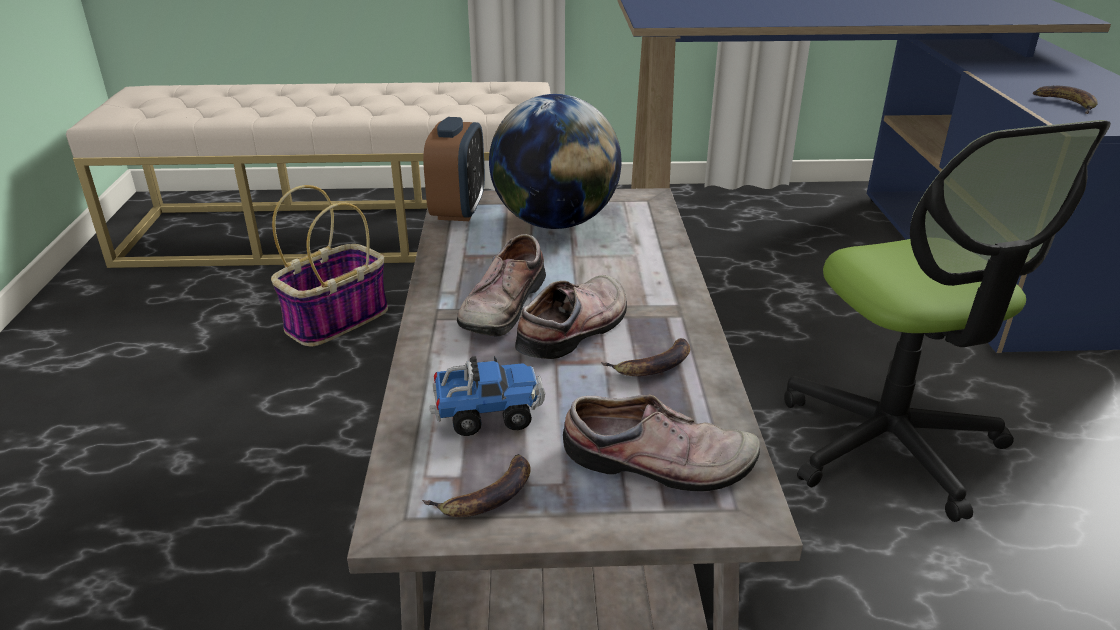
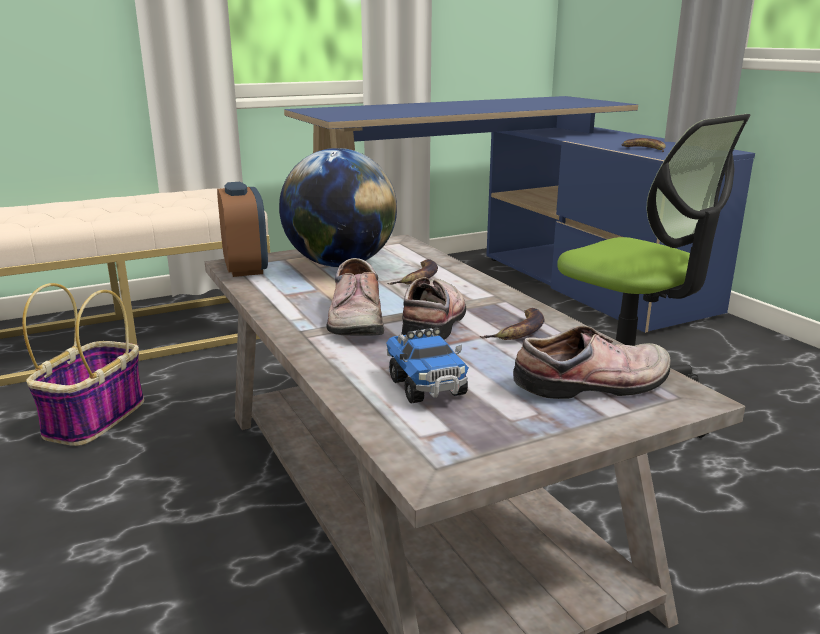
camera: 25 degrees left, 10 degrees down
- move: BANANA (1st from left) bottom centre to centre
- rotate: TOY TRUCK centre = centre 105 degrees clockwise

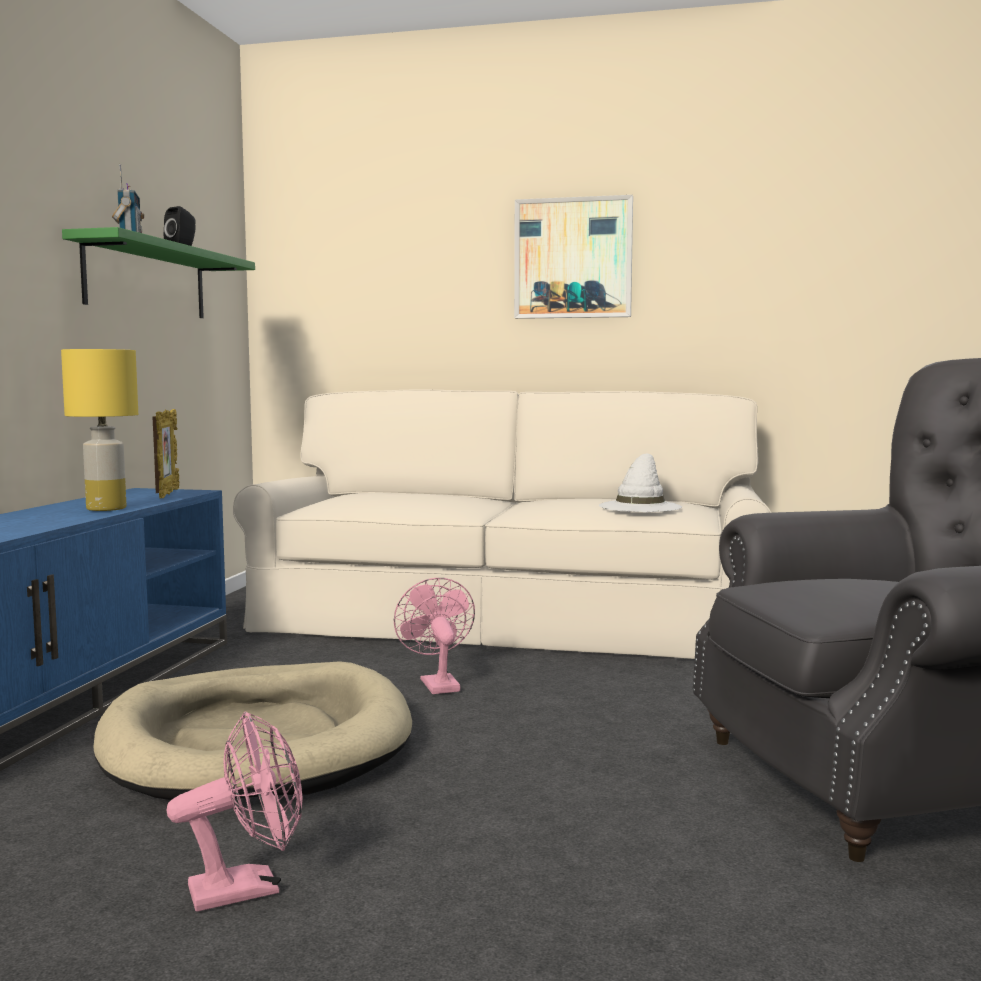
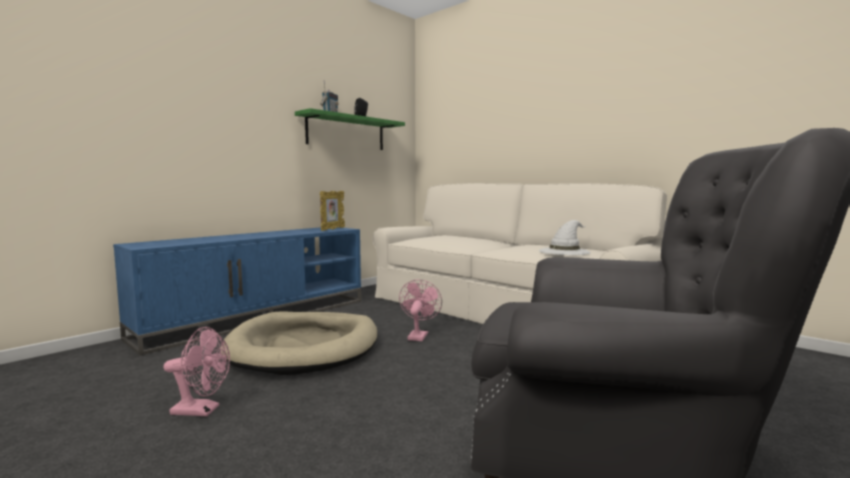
camera: 30 degrees right, 0 degrees up
- delete: YELLOW TABLE LAMP middle left
- delete: PICTURE top centre

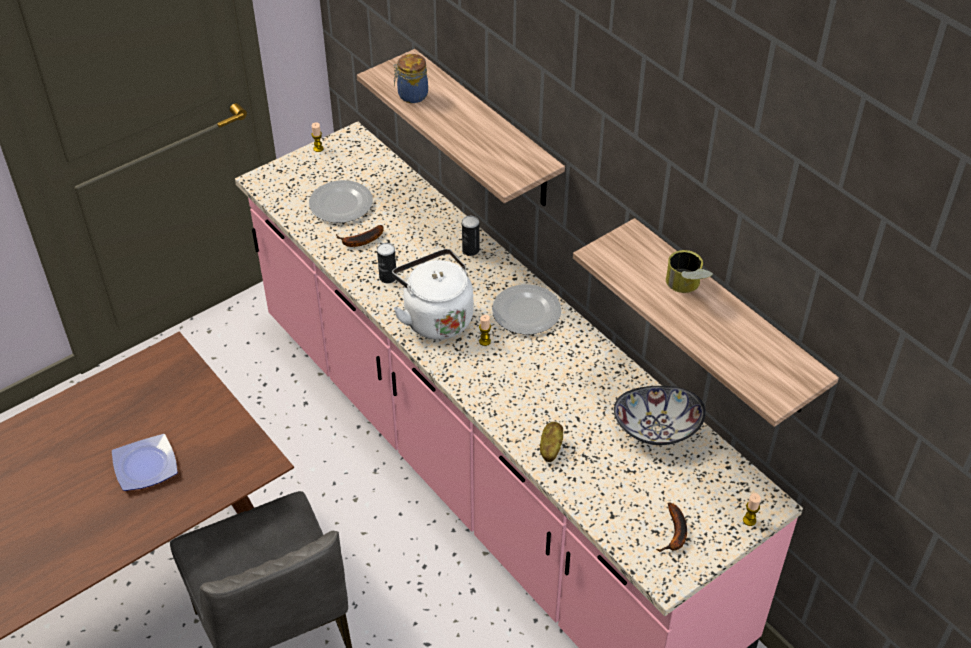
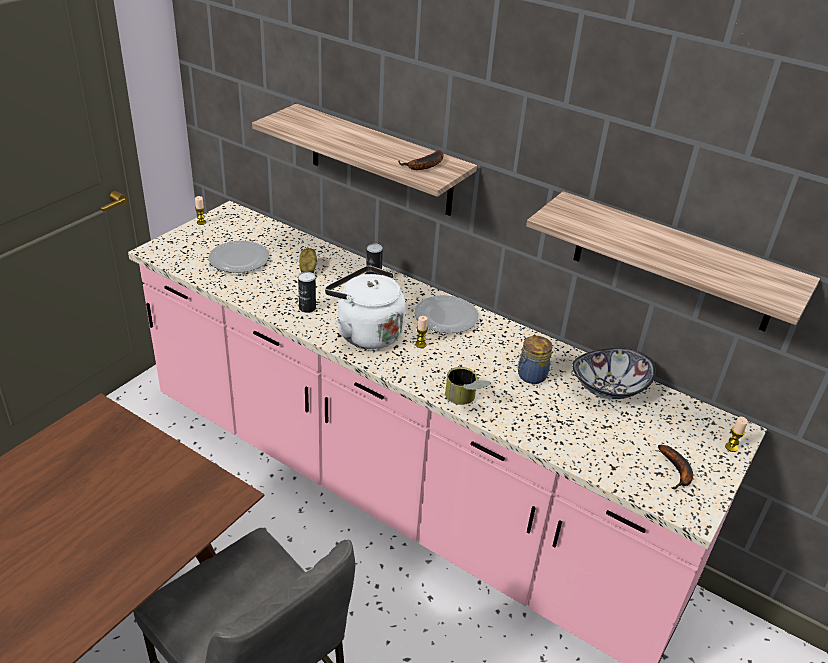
camera: 20 degrees left, 10 degrees down
- delete: PLATE (1st from left) bottom left
- move: BANANA (1st from left) centre to top centre
- move: JAR top centre to centre
- move: POTATO bottom centre to centre
- move: CAN (3rd from left) middle right to centre

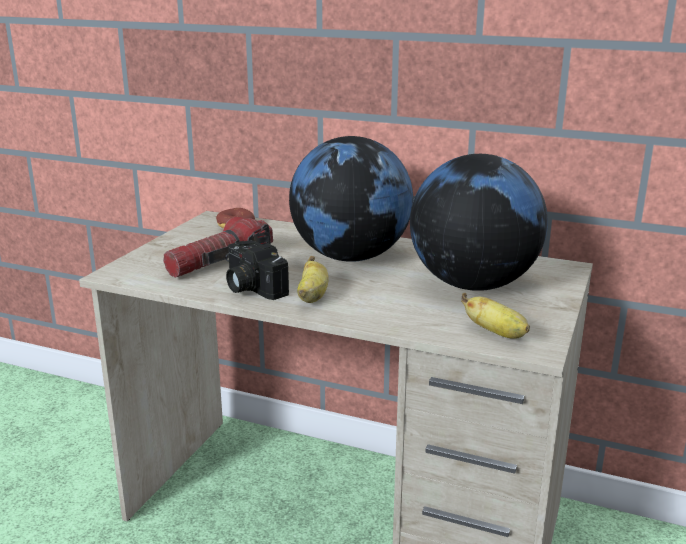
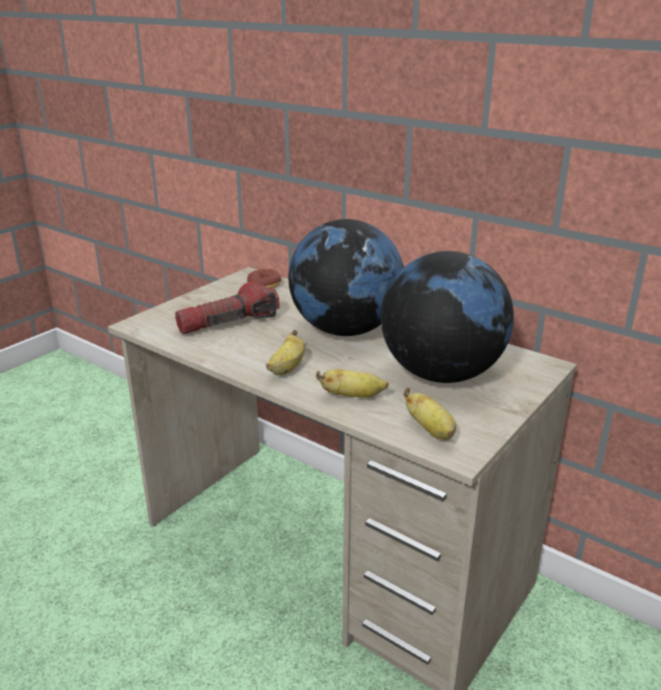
camera: 15 degrees right, 5 degrees up
- delete: PHOTO CAMERA centre
- insert: BANANA (2nd from left) centre

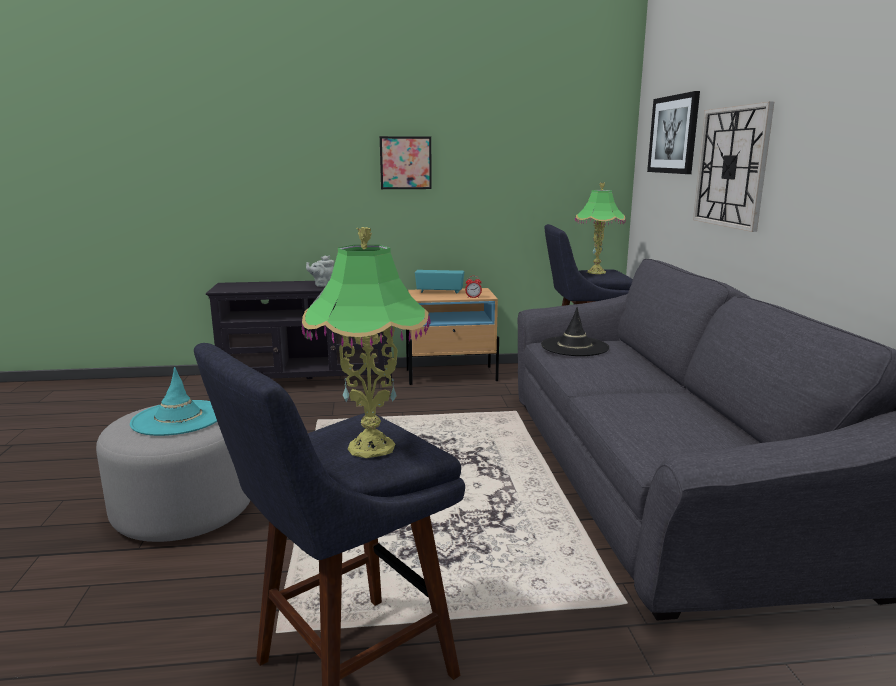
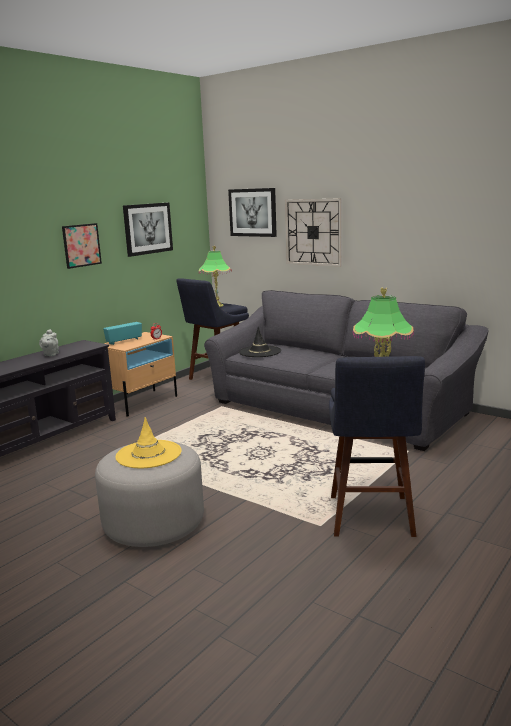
camera: 45 degrees left, 0 degrees up
- recolor: TURQUOISE HAT middle left to YELLOW HAT middle left
- insert: PICTURE (2nd from left) top left

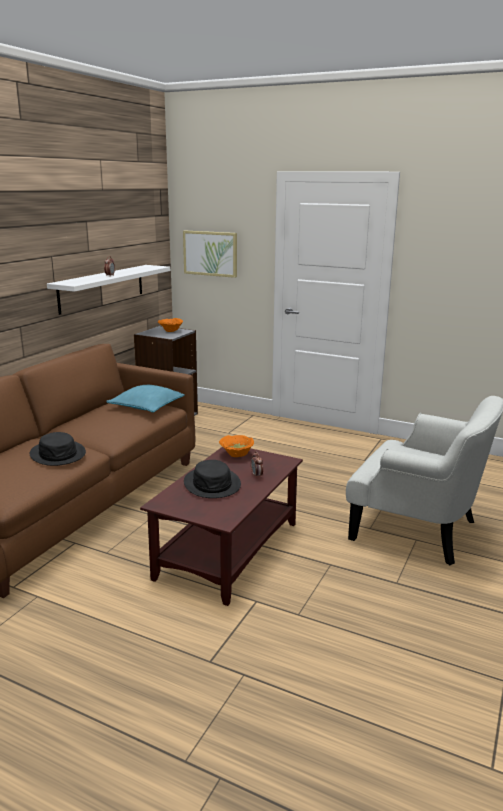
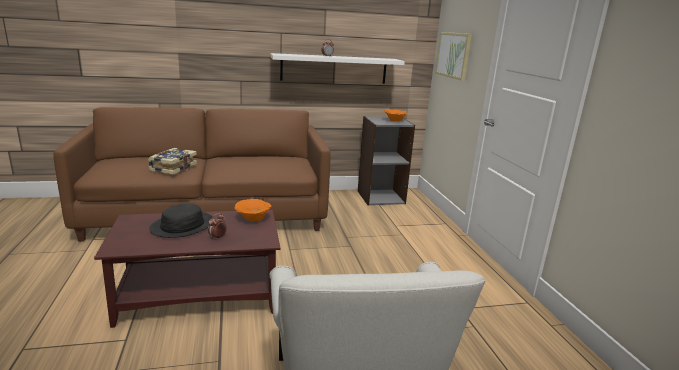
camera: 50 degrees right, 0 degrees up
- replace: BLACK HAT (1st from left) middle left to BOOK middle left
- delete: TURQUOISE PILLOW middle left

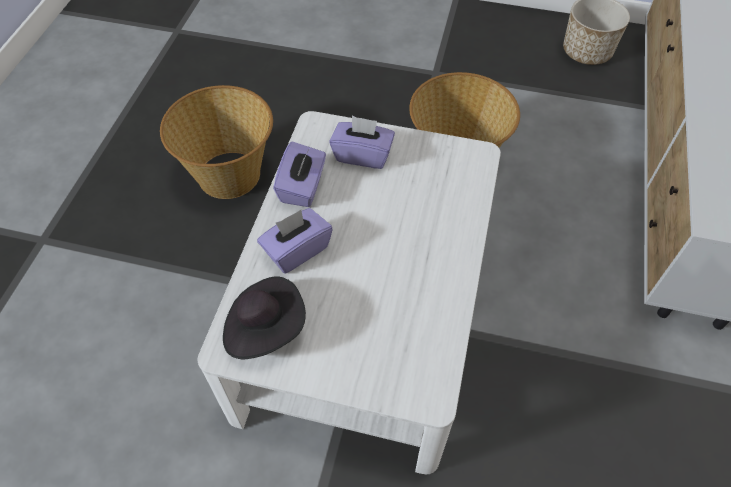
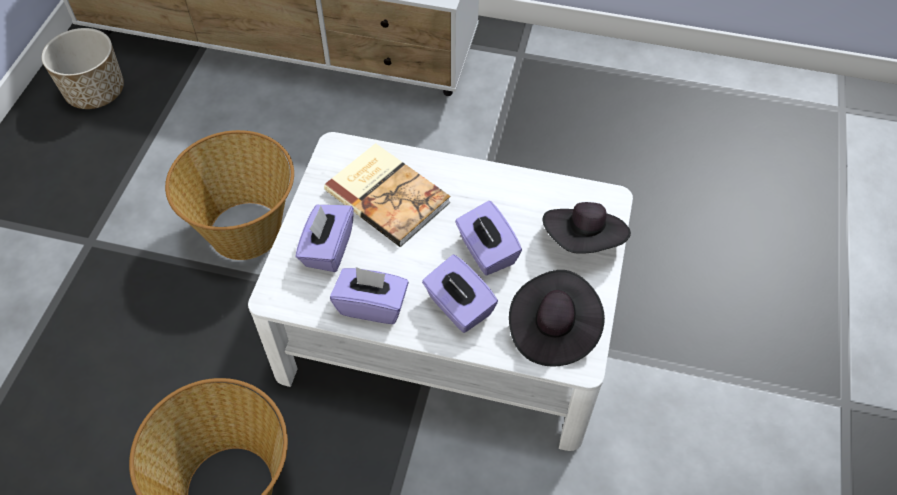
camera: 90 degrees left, 0 degrees up
- insert: BOOK centre
- insert: PURPLE TISSUE BOX (4th from left) centre
- insert: BLACK HAT (2nd from left) centre

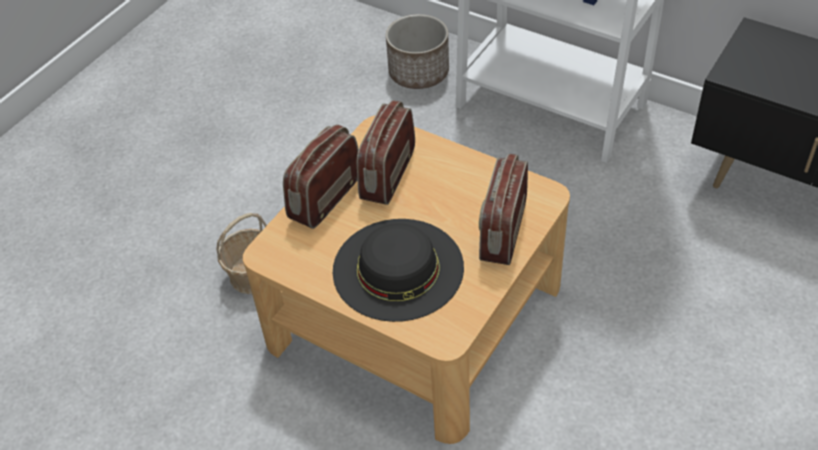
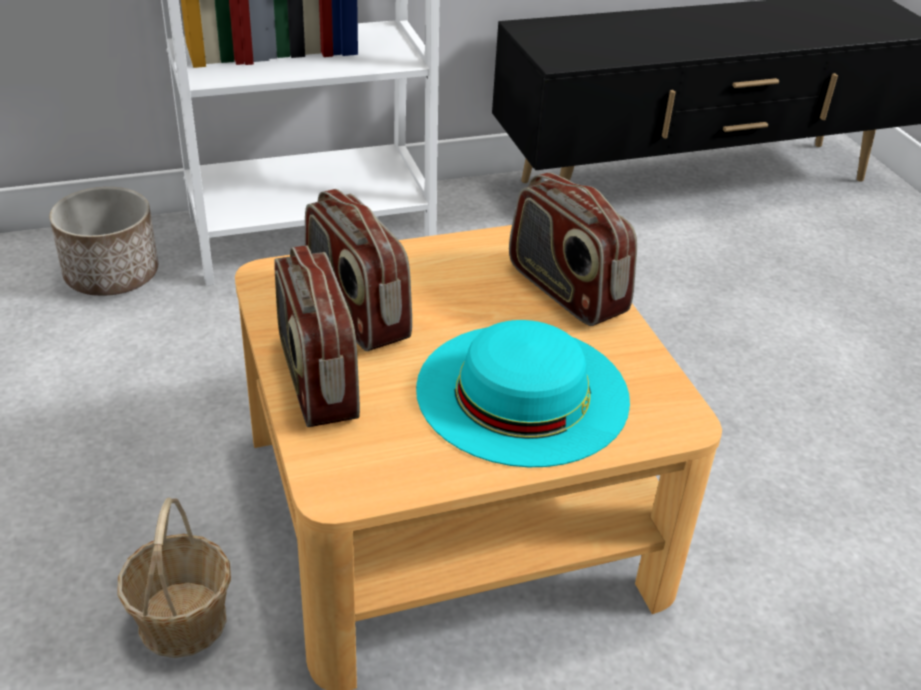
camera: 55 degrees left, 10 degrees down
- recolor: BLACK HAT centre to TURQUOISE HAT centre

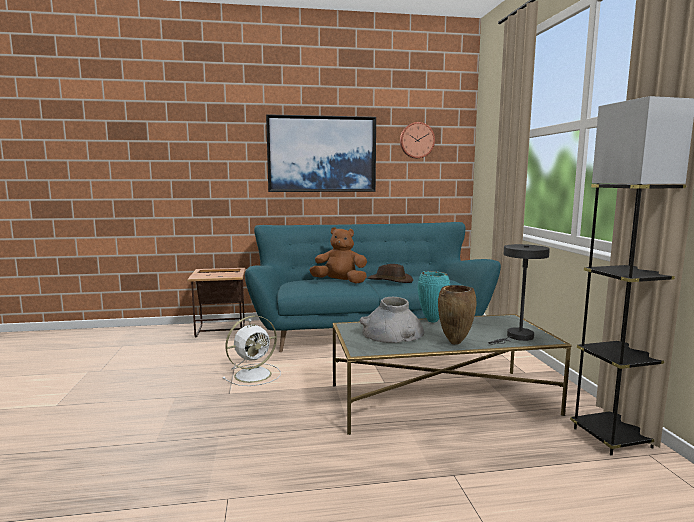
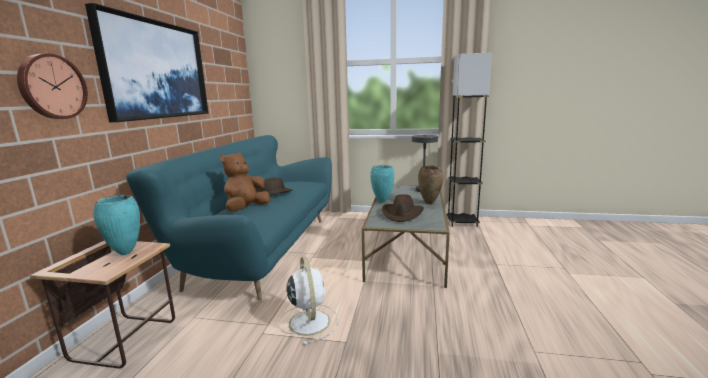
camera: 70 degrees left, 5 degrees up
- replace: GREY VASE centre to BROWN HAT (2nd from left) centre
- move: WALL CLOCK top centre to top left
- insert: TURQUOISE VASE (1st from left) middle left

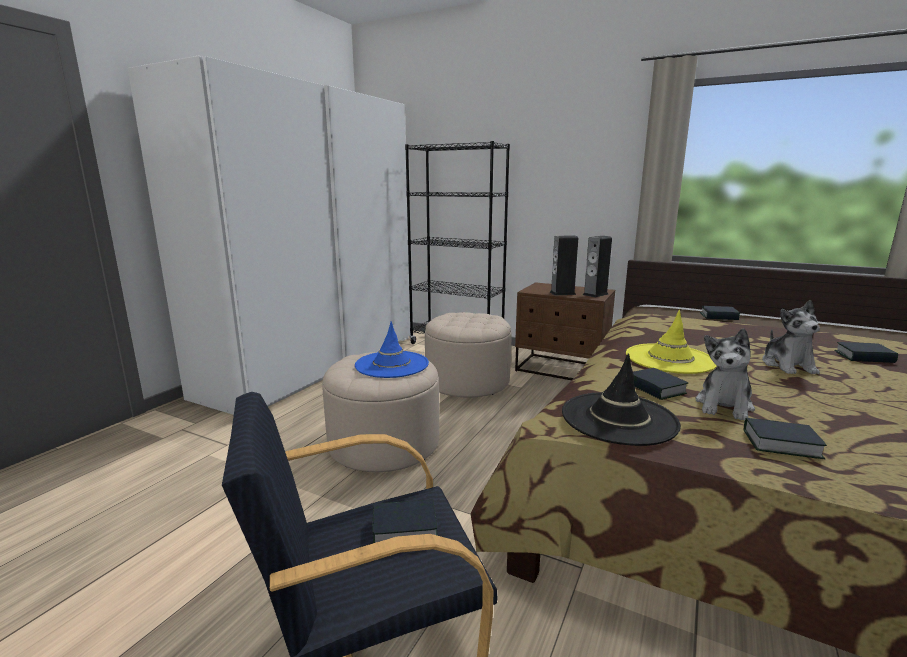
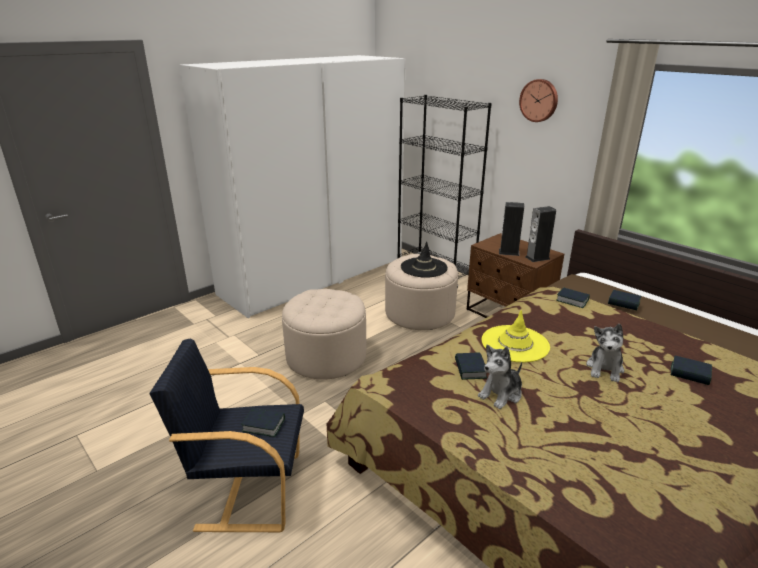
camera: 20 degrees right, 10 degrees up
- delete: BLUE HAT centre
- move: BLACK HAT middle right to centre
- move: BOOK (4th from left in the first image) bottom right to BOOK (3rd from left) middle right
- insert: WALL CLOCK top right

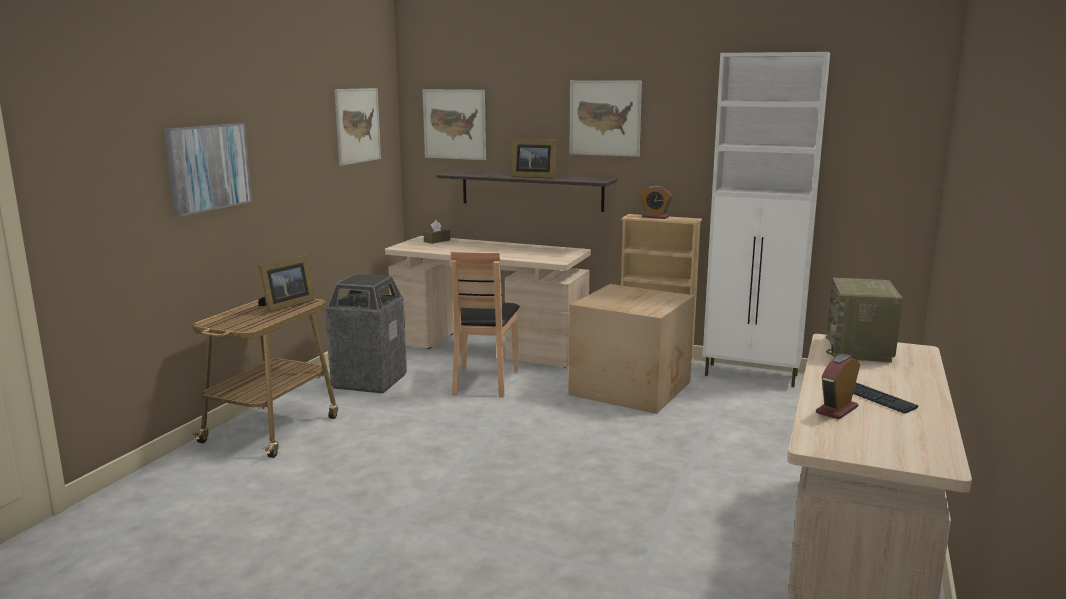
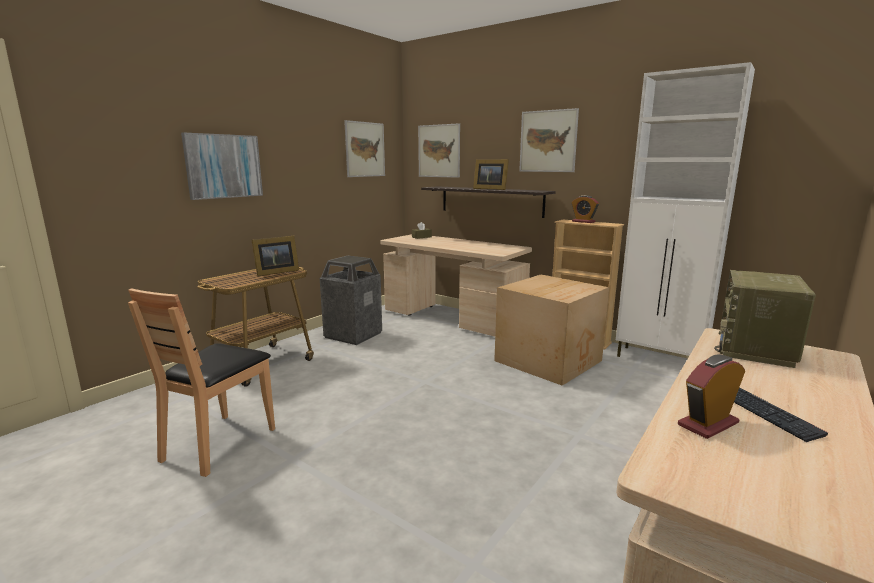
camera: 15 degrees right, 0 degrees up
- move: BROWN CHAIR centre to middle left

